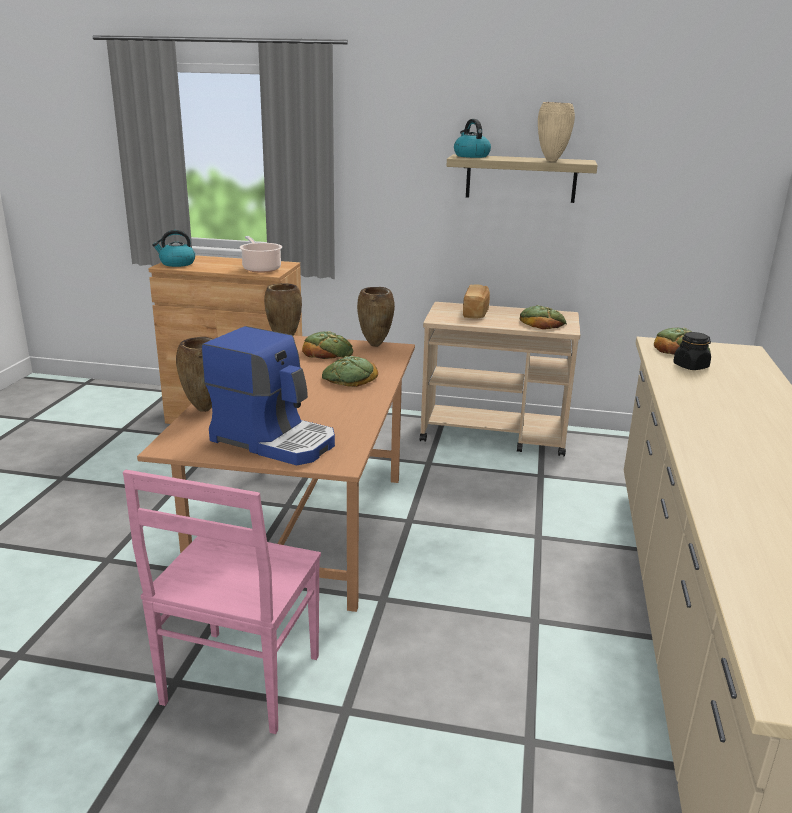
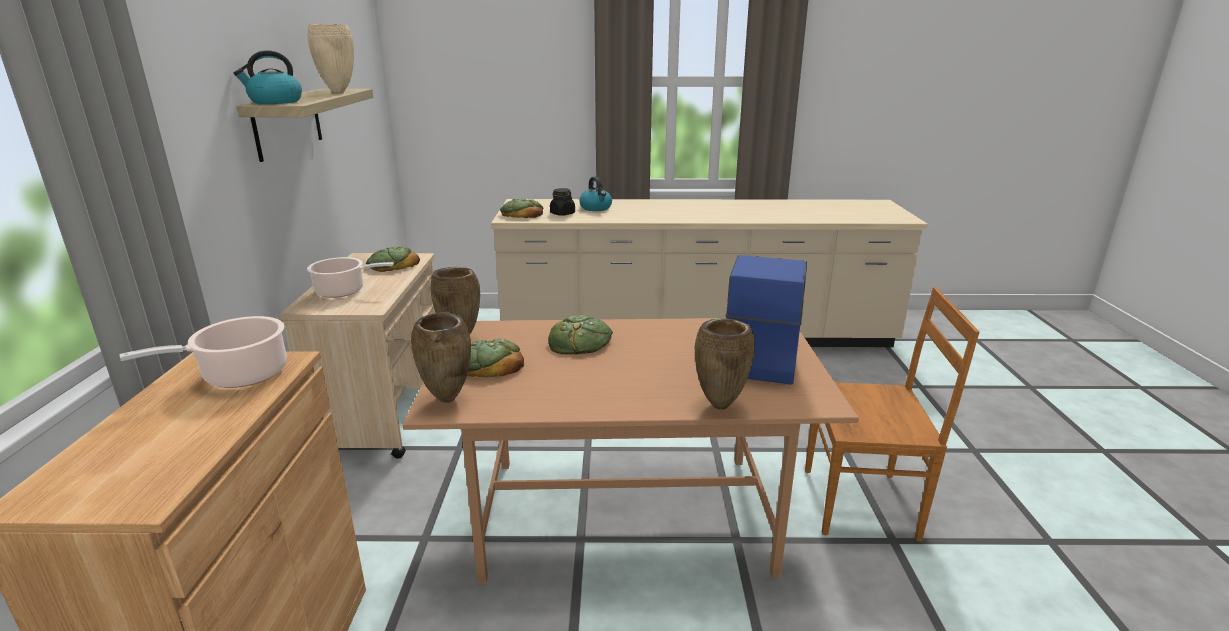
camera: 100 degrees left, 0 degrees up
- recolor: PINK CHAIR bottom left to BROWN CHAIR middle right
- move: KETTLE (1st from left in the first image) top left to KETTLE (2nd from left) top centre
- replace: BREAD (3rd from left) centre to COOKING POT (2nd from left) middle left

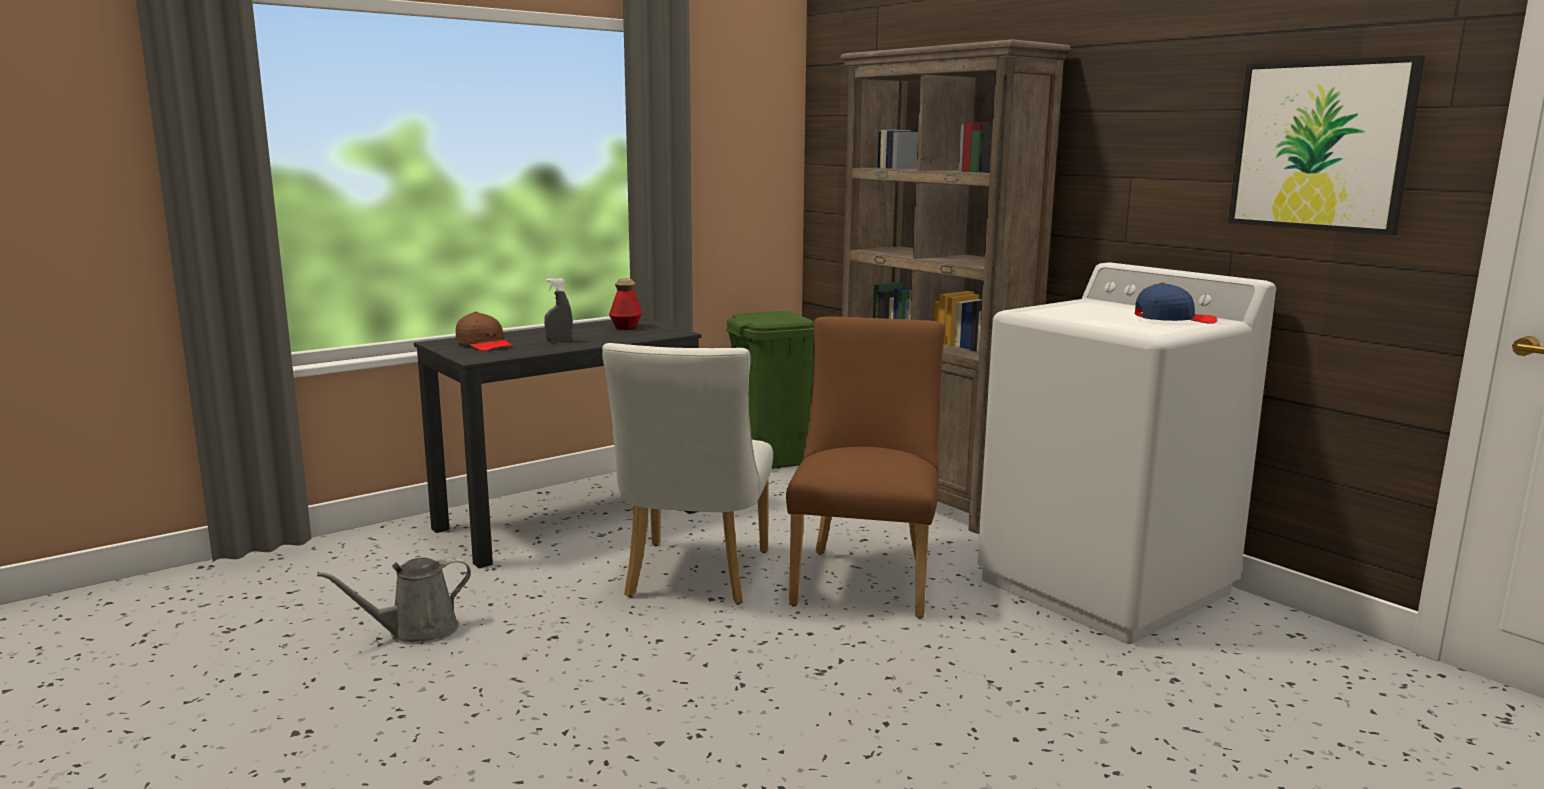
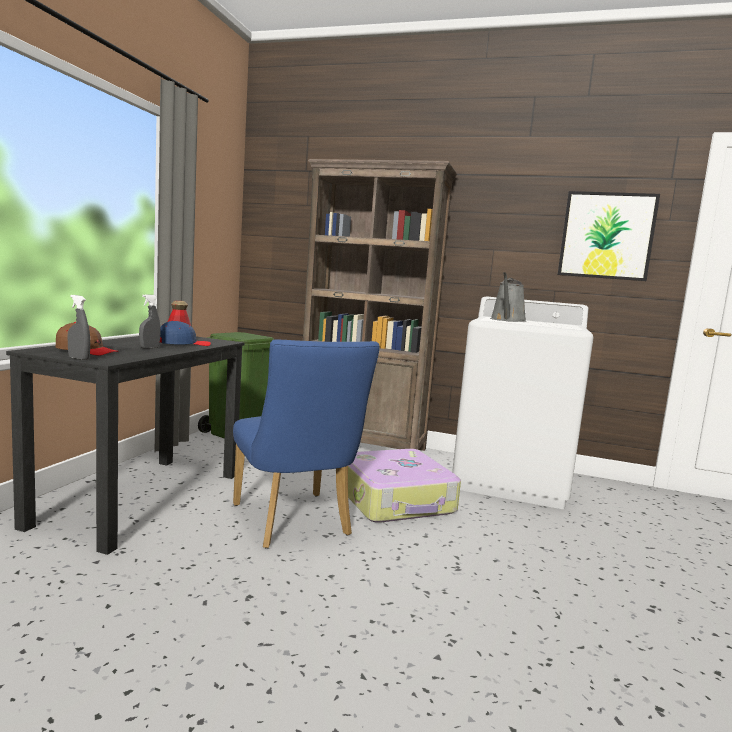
camera: 35 degrees left, 5 degrees down
- move: GREY WATERING CAN bottom left to middle right
- recolor: WHITE CHAIR centre to BLUE CHAIR centre
- replace: BROWN CHAIR centre to SUITCASE centre
- move: BLUE CAP middle right to middle left
- insert: GREY SPRAY BOTTLE (1st from left) middle left

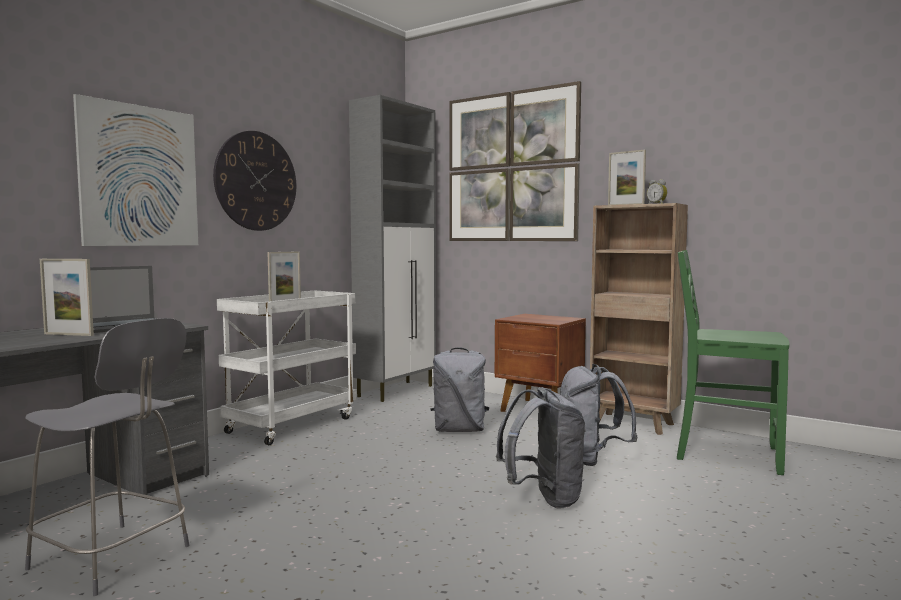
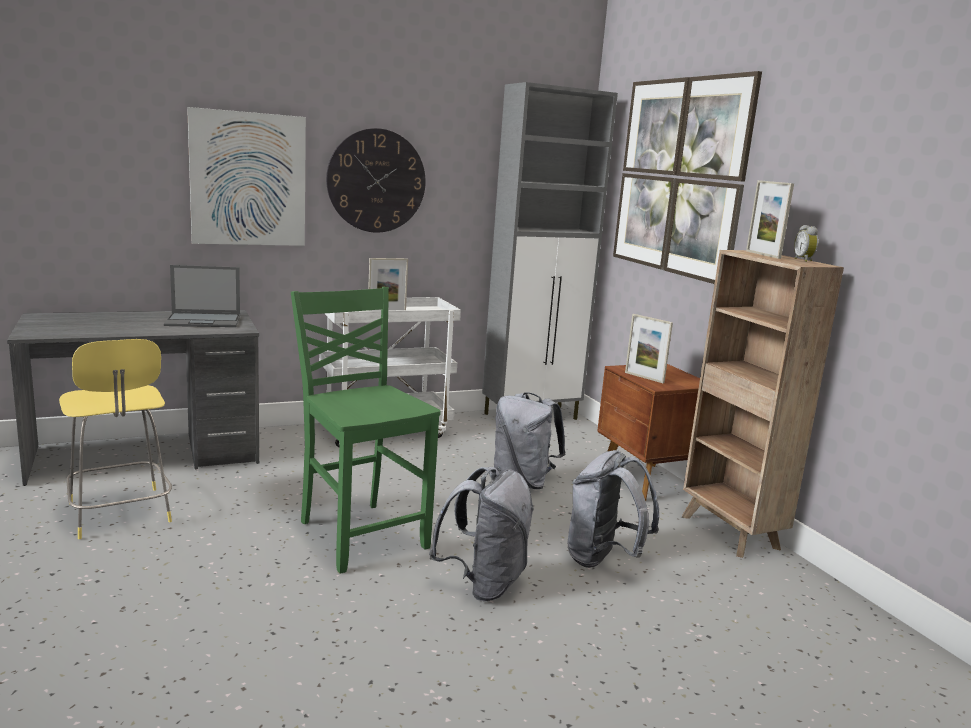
camera: 30 degrees right, 10 degrees up
- recolor: GREY STOOL bottom left to YELLOW STOOL middle left
- move: PICTURE FRAME (1st from left in the first image) middle left to PICTURE FRAME (2nd from left) middle right
- move: GREEN CHAIR middle right to centre

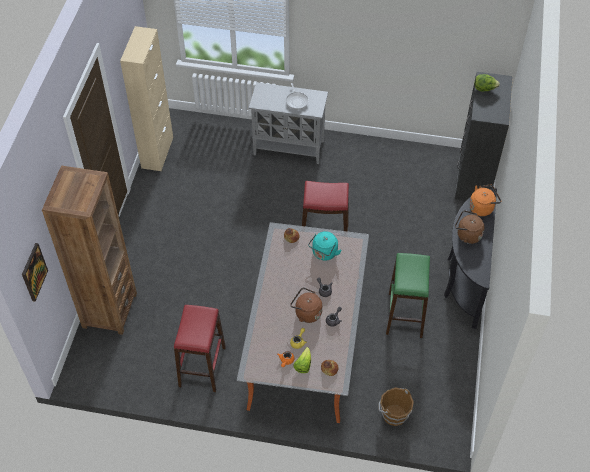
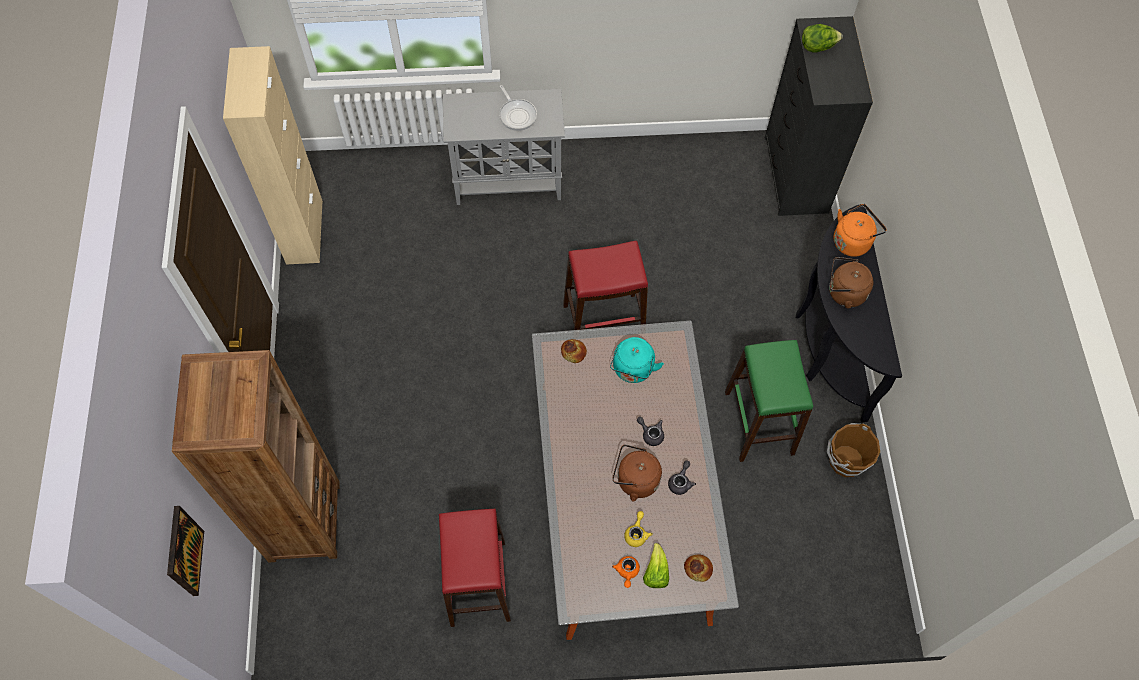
camera: 15 degrees left, 10 degrees up
- move: BROWN BUCKET bottom right to middle right

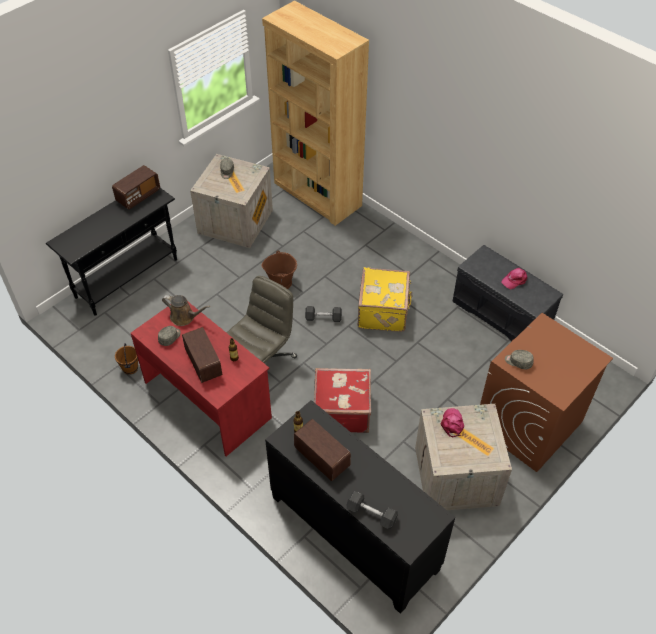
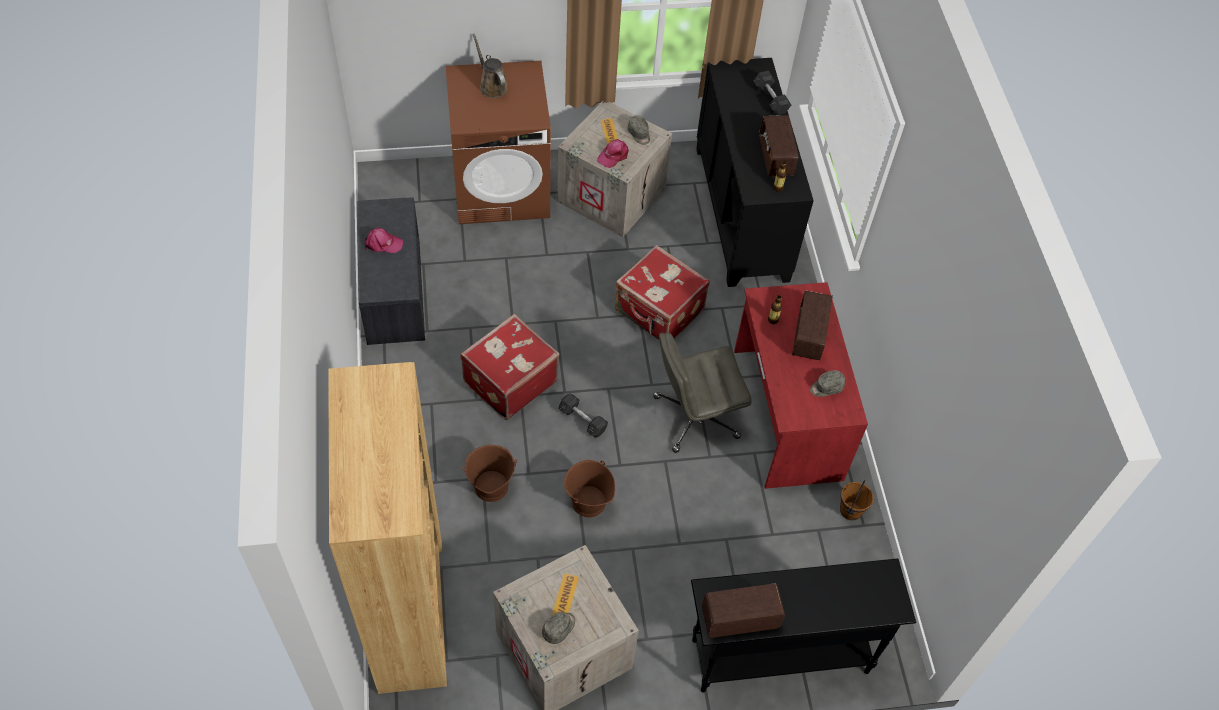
camera: 145 degrees left, 5 degrees up
- move: BROWN WATERING CAN middle left to top centre
- recolor: YELLOW SUITCASE centre to RED SUITCASE (1st from left) centre
- move: GREY CAP (3rd from left in the first image) middle right to GREY CAP (2nd from left) top centre
- insert: BROWN BUCKET (1st from left) centre

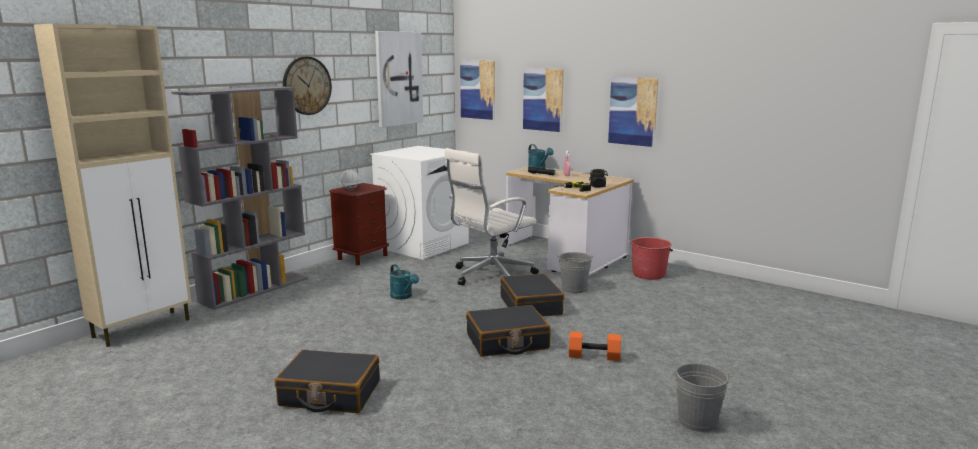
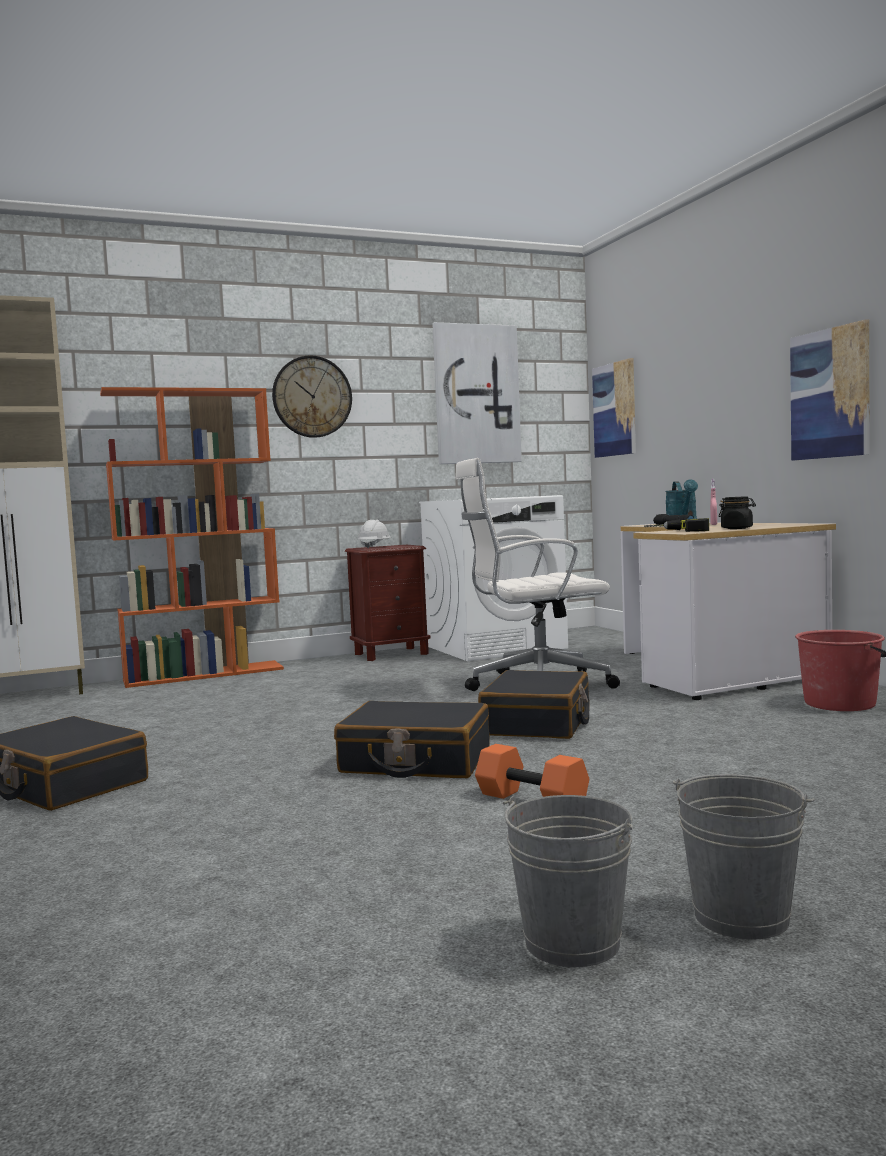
camera: 30 degrees right, 10 degrees down
- recolor: GREY BOOKCASE middle left to ORANGE BOOKCASE middle left
- delete: TURQUOISE WATERING CAN (1st from left) centre
- delete: PICTURE (3rd from left) top centre
- move: GREY BUCKET (1st from left in the first image) centre to GREY BUCKET (2nd from left) bottom right

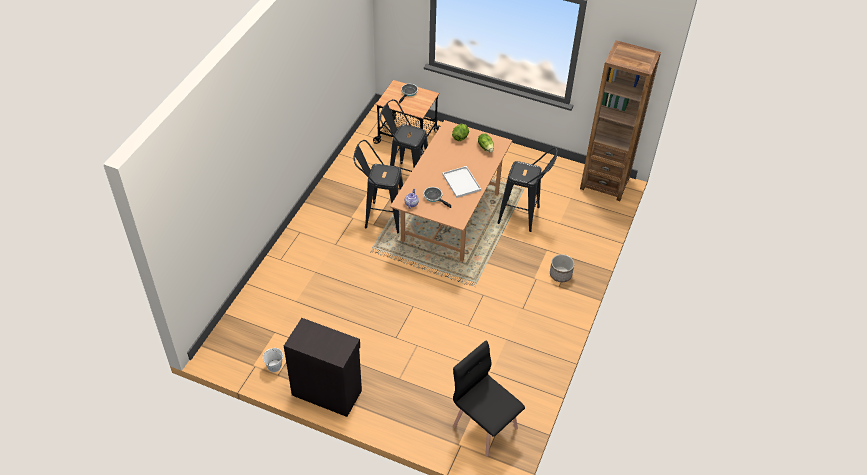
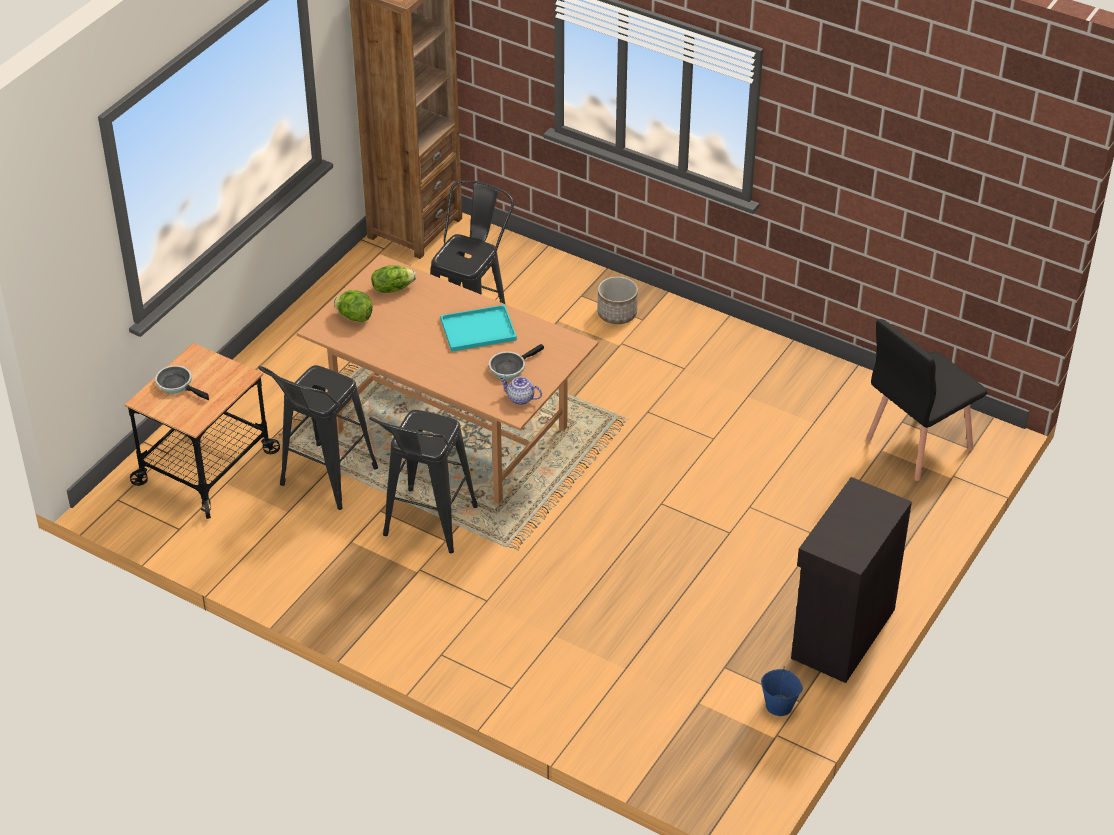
camera: 80 degrees left, 5 degrees down
- recolor: WHITE BUCKET bottom left to BLUE BUCKET bottom right
- recolor: WHITE TRAY centre to TURQUOISE TRAY centre

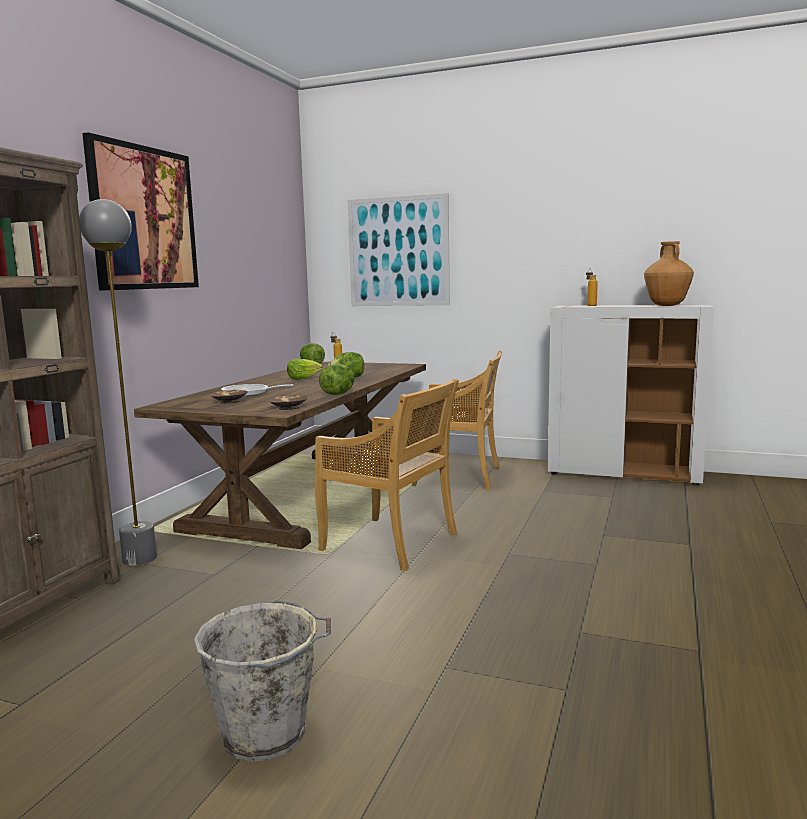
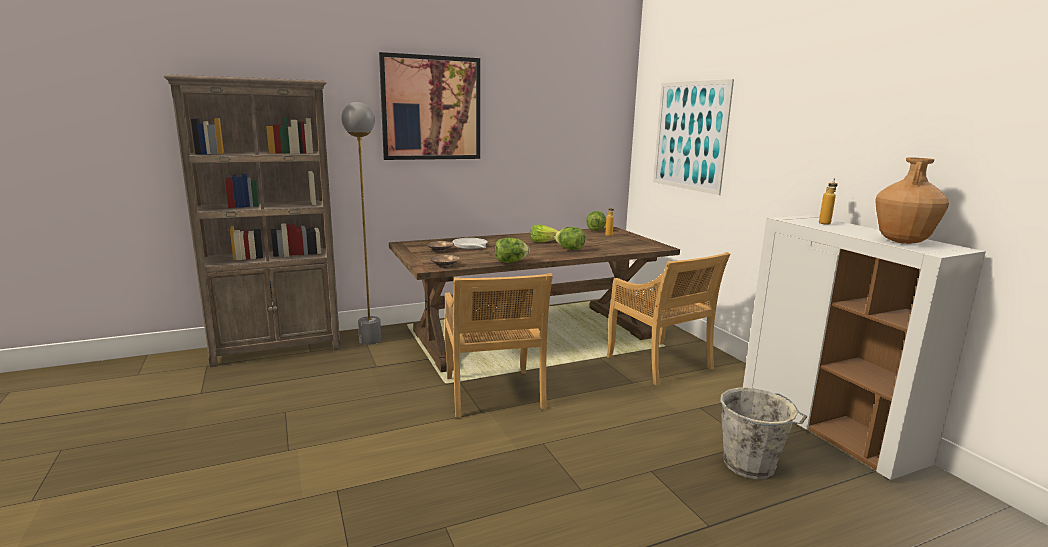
camera: 45 degrees right, 5 degrees up
- move: GREY BUCKET bottom left to bottom right

